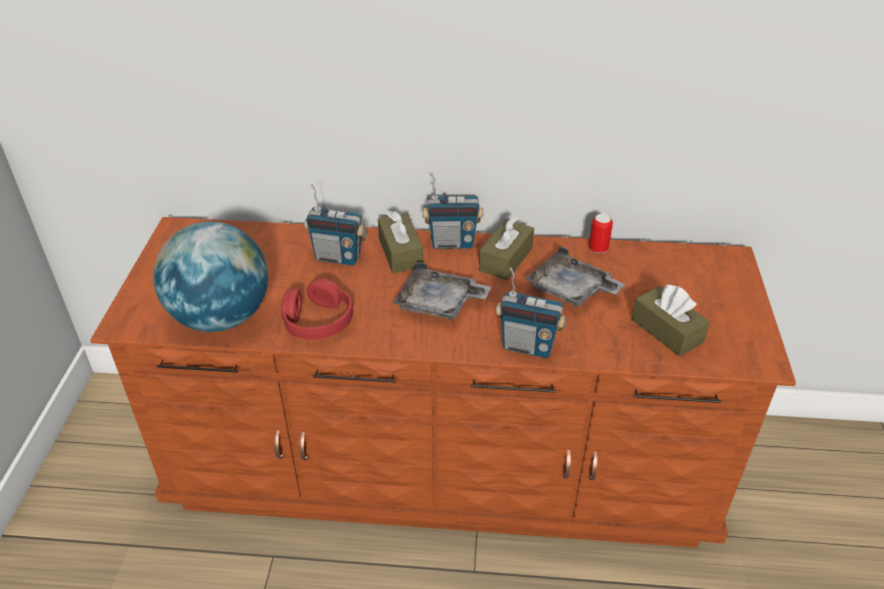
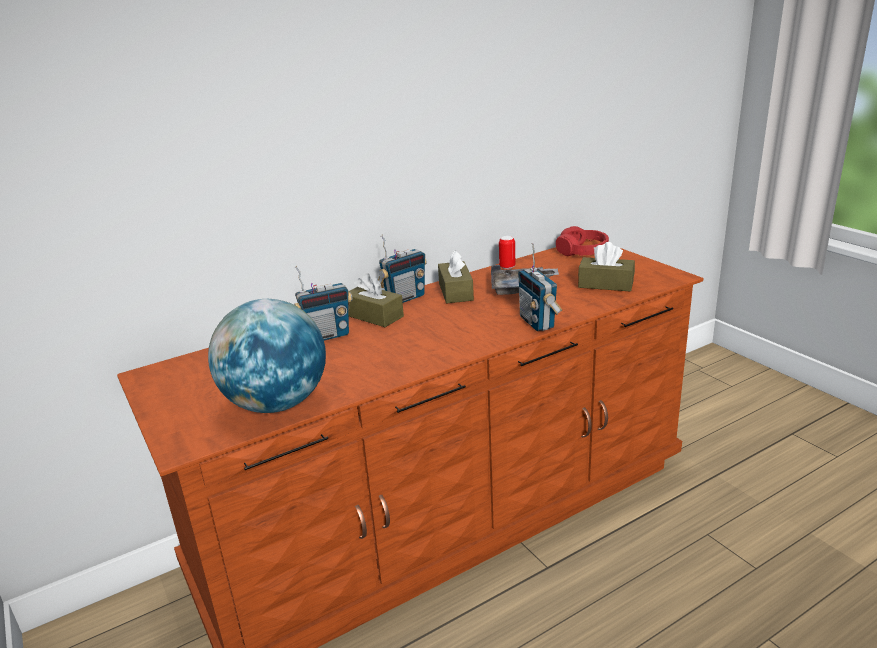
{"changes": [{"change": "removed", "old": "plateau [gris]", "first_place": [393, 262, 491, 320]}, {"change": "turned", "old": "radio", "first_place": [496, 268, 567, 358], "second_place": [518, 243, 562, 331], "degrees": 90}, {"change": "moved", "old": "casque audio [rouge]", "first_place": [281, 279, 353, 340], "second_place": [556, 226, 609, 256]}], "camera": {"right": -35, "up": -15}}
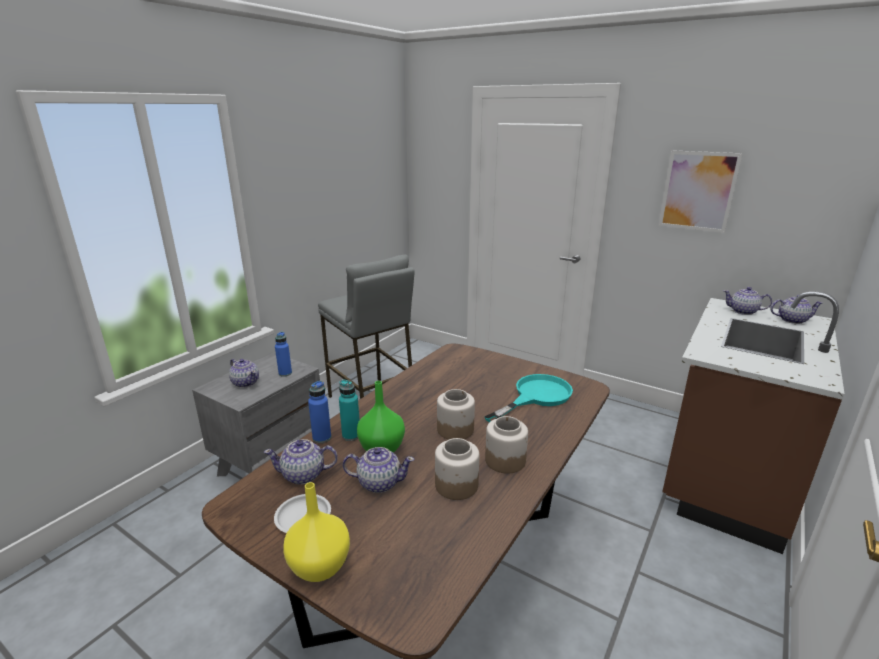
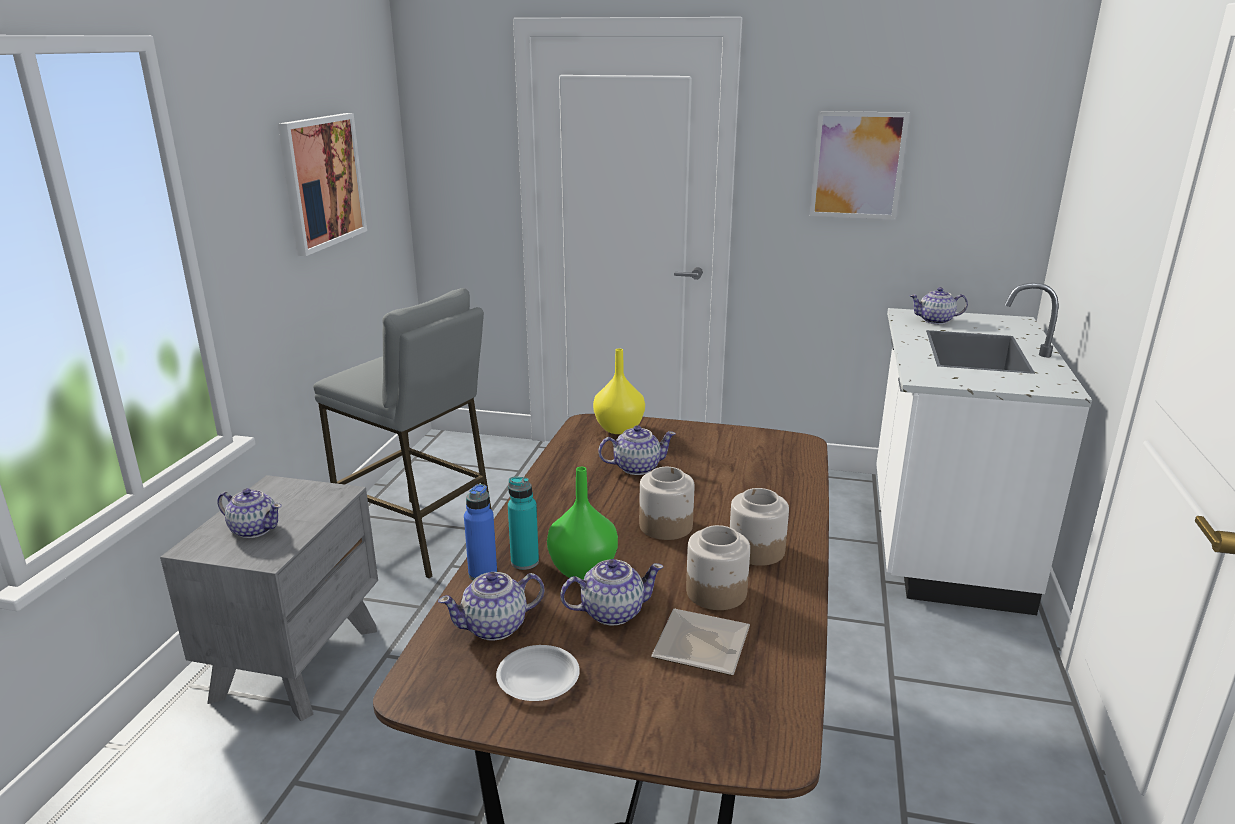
{"changes": [{"change": "recoloured", "old": "comptoir de cuisine [marron]", "new": "comptoir de cuisine [blanc]", "first_place": [662, 292, 845, 554], "second_place": [876, 283, 1092, 615]}, {"change": "moved", "old": "théière", "first_place": [771, 295, 823, 324], "second_place": [598, 425, 676, 475]}, {"change": "removed", "old": "bouteille [bleu]", "first_place": [275, 332, 292, 377]}, {"change": "removed", "old": "poêle [turquoise]", "first_place": [485, 374, 573, 422]}, {"change": "moved", "old": "vase [jaune]", "first_place": [283, 482, 350, 582], "second_place": [593, 348, 645, 434]}, {"change": "added", "new": "tableau", "second_place": [278, 113, 367, 256]}, {"change": "added", "new": "assiette", "second_place": [651, 609, 750, 676]}], "camera": {"right": -20, "up": 0}}
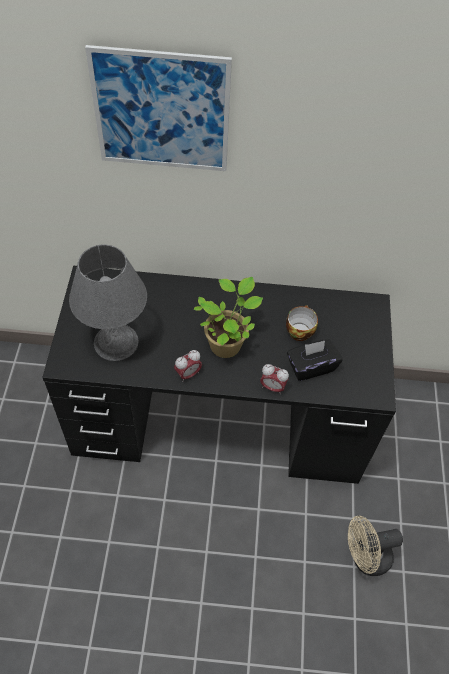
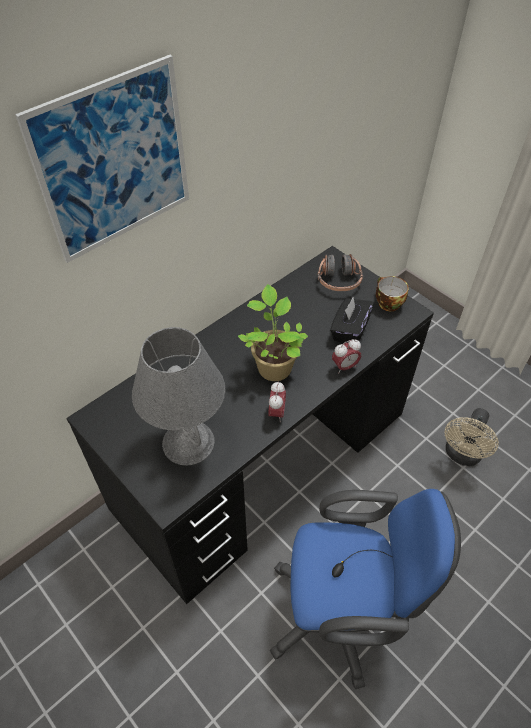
{"changes": [{"change": "moved", "old": "tasse", "first_place": [286, 305, 318, 341], "second_place": [376, 276, 409, 311]}, {"change": "added", "new": "casque audio", "second_place": [317, 254, 363, 291]}, {"change": "added", "new": "chaise de bureau [bleu]", "second_place": [270, 489, 461, 689]}], "camera": {"right": -45, "up": -5}}
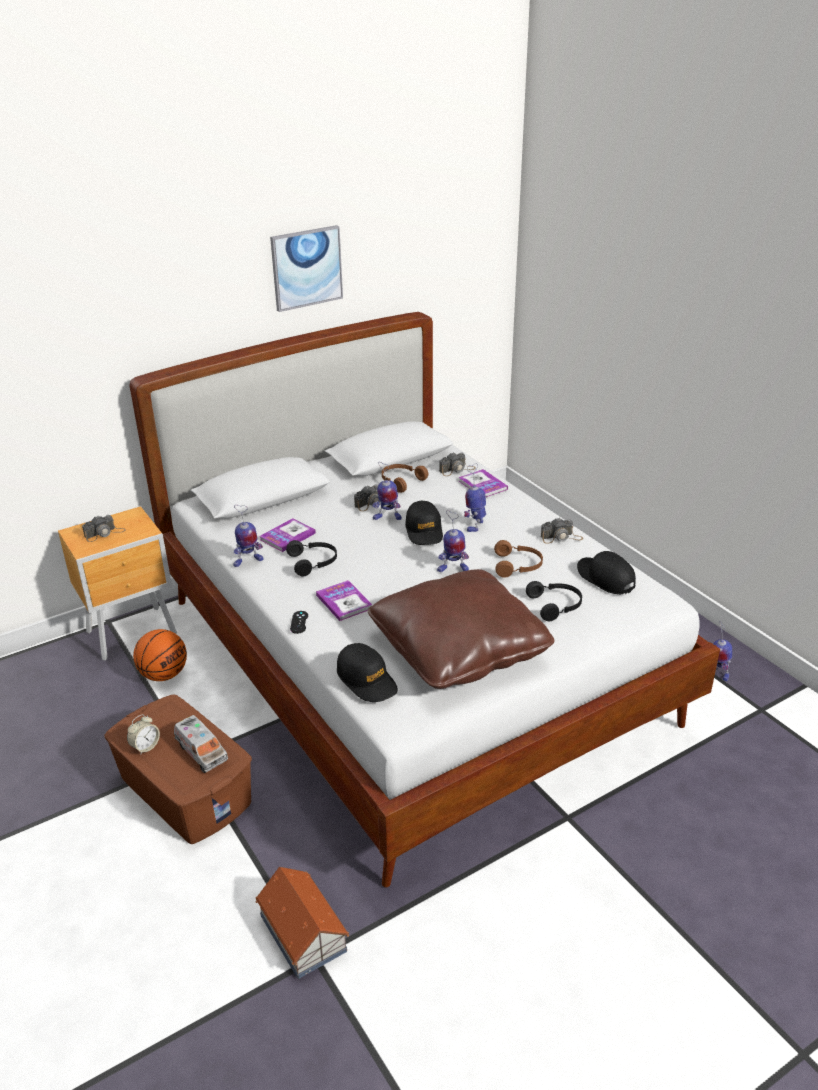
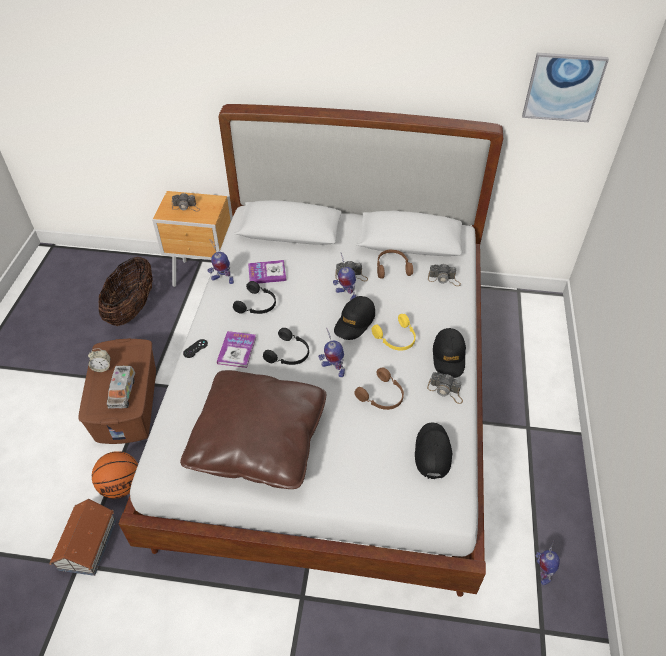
{"changes": [{"change": "moved", "old": "tableau", "first_place": [270, 225, 343, 312], "second_place": [522, 53, 609, 122]}, {"change": "replaced", "old": "robot jouet", "new": "casque audio [jaune]", "first_place": [464, 463, 486, 532], "second_place": [372, 314, 416, 351]}, {"change": "removed", "old": "livre", "first_place": [459, 469, 508, 497]}, {"change": "moved", "old": "casque audio [noir]", "first_place": [526, 581, 582, 621], "second_place": [263, 328, 309, 365]}, {"change": "moved", "old": "ballon de basket", "first_place": [133, 629, 187, 681], "second_place": [92, 451, 138, 499]}, {"change": "moved", "old": "casquette [noir]", "first_place": [337, 643, 398, 702], "second_place": [433, 328, 466, 378]}, {"change": "added", "new": "panier", "second_place": [99, 257, 153, 326]}], "camera": {"right": 40, "up": 15}}
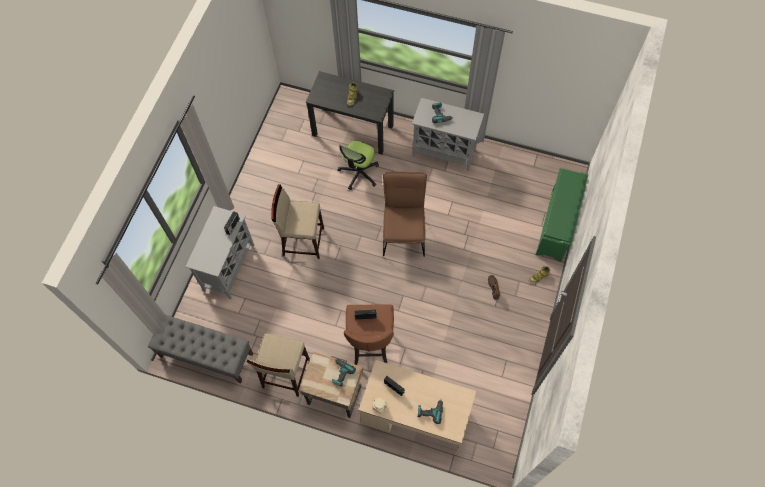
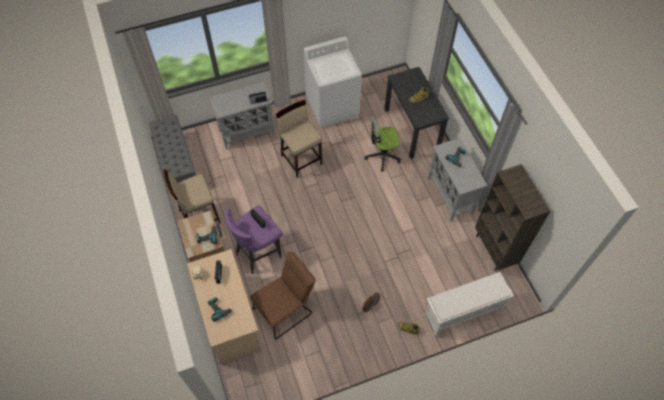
{"changes": [{"change": "recoloured", "old": "étagère à chaussures [vert]", "new": "étagère à chaussures [blanc]", "first_place": [536, 168, 588, 262], "second_place": [425, 272, 514, 337]}, {"change": "moved", "old": "chaise [marron]", "first_place": [383, 172, 427, 257], "second_place": [250, 252, 315, 340]}, {"change": "recoloured", "old": "tabouret [marron]", "new": "tabouret [violet]", "first_place": [344, 304, 394, 365], "second_place": [225, 205, 283, 274]}, {"change": "added", "new": "lave-linge [blanc]", "second_place": [303, 36, 362, 127]}, {"change": "added", "new": "bibliothèque [marron]", "second_place": [475, 164, 551, 271]}], "camera": {"right": 50, "up": -5}}
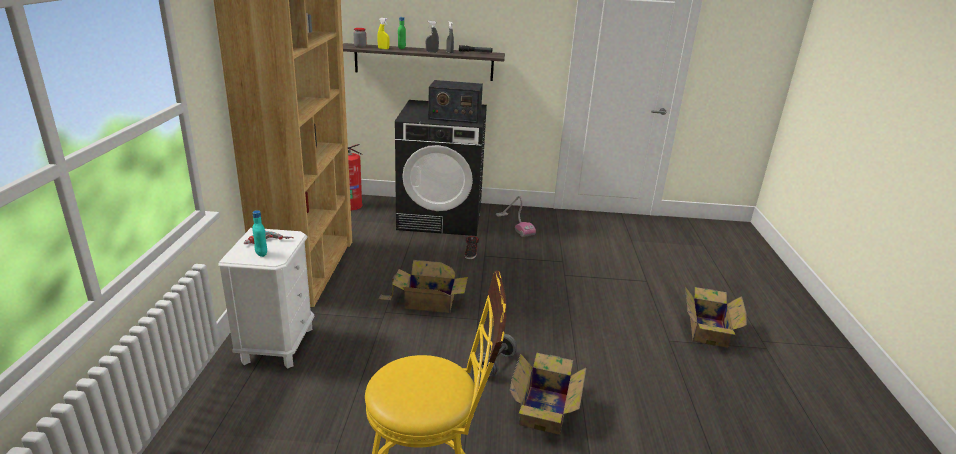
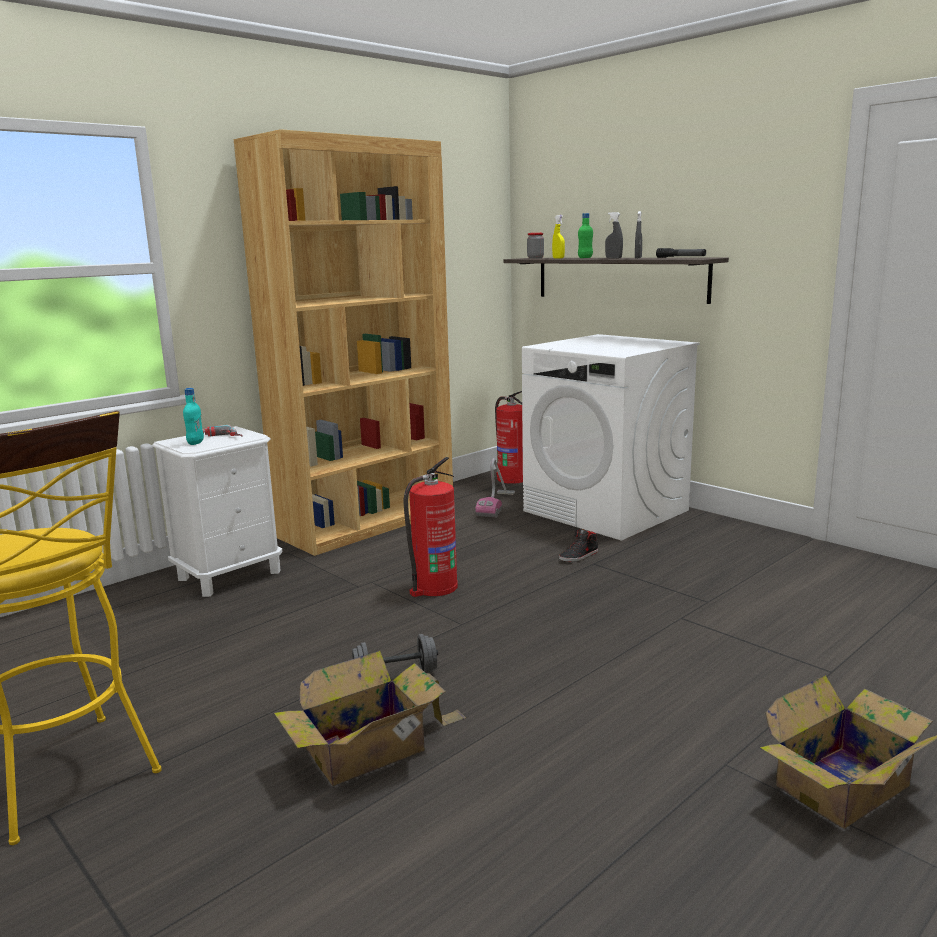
{"changes": [{"change": "removed", "old": "radio", "first_place": [428, 80, 483, 123]}, {"change": "recoloured", "old": "lave-linge [noir]", "new": "lave-linge [blanc]", "first_place": [395, 100, 487, 236], "second_place": [522, 334, 700, 541]}, {"change": "moved", "old": "aspirateur", "first_place": [496, 196, 536, 237], "second_place": [475, 458, 515, 518]}, {"change": "replaced", "old": "carton", "new": "extincteur", "first_place": [379, 260, 468, 313], "second_place": [404, 457, 458, 597]}], "camera": {"right": 45, "up": -10}}
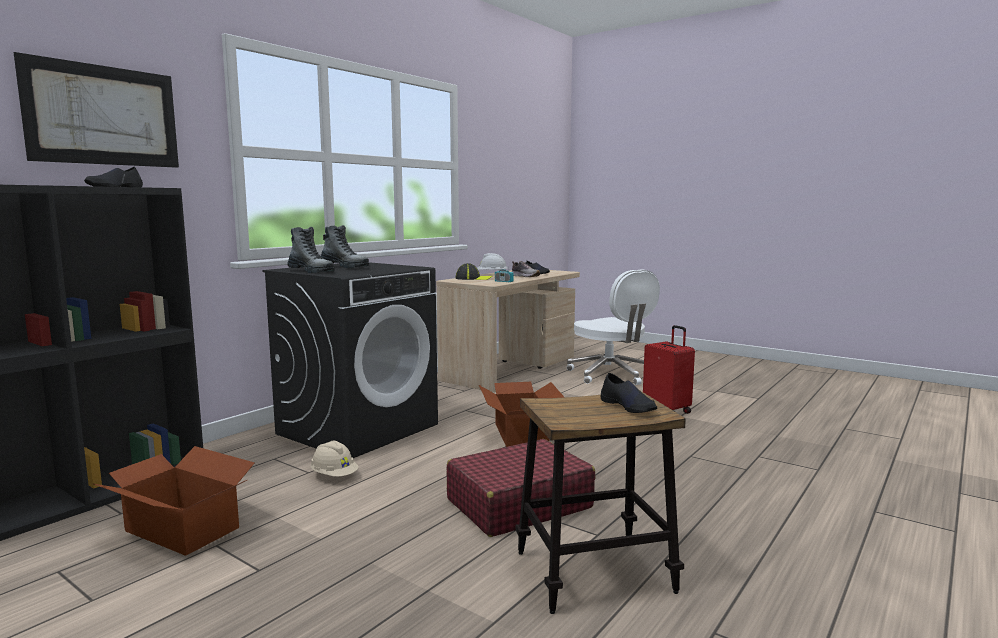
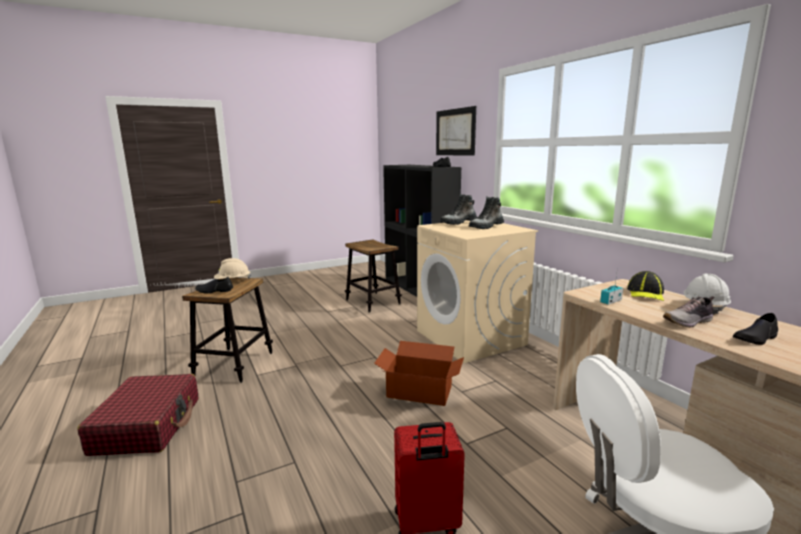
{"changes": [{"change": "recoloured", "old": "lave-linge [noir]", "new": "lave-linge [beige]", "first_place": [262, 262, 438, 458], "second_place": [417, 220, 538, 363]}, {"change": "moved", "old": "valise [rouge]", "first_place": [447, 439, 595, 537], "second_place": [78, 374, 198, 456]}, {"change": "moved", "old": "casque de chantier [beige]", "first_place": [310, 441, 359, 477], "second_place": [214, 258, 251, 279]}, {"change": "replaced", "old": "carton", "new": "tabouret", "first_place": [94, 446, 255, 556], "second_place": [345, 239, 402, 313]}], "camera": {"right": 115, "up": 5}}
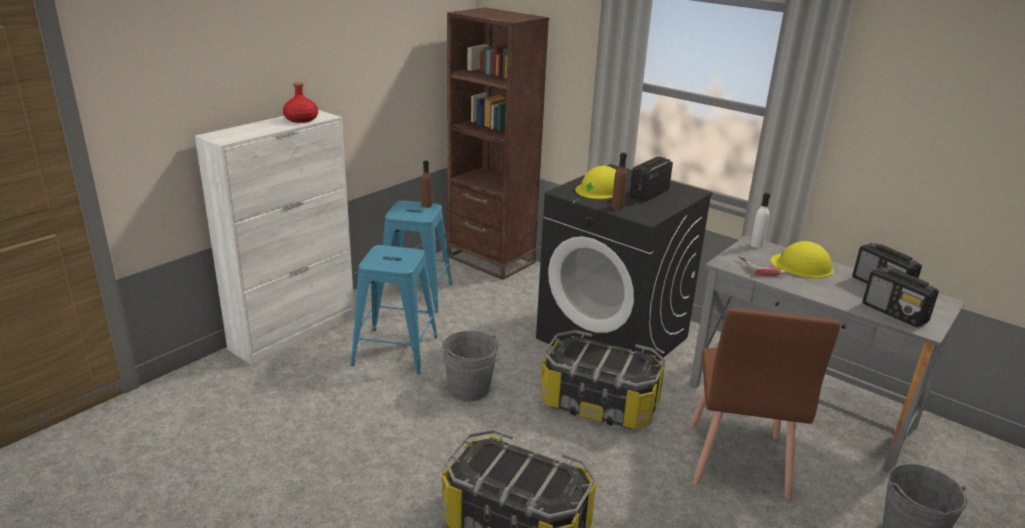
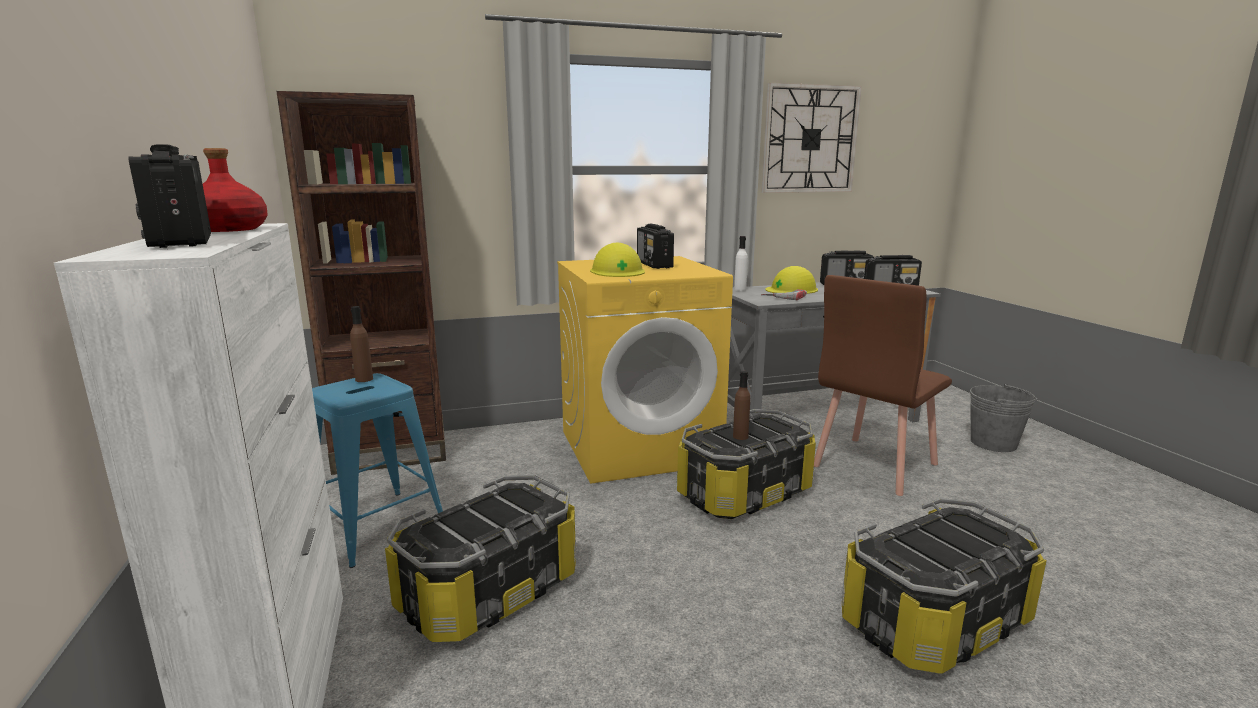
{"changes": [{"change": "moved", "old": "bouteille [marron]", "first_place": [612, 152, 628, 210], "second_place": [733, 371, 750, 440]}, {"change": "recoloured", "old": "lave-linge [noir]", "new": "lave-linge [jaune]", "first_place": [536, 164, 713, 361], "second_place": [557, 256, 733, 484]}, {"change": "replaced", "old": "tabouret [bleu]", "new": "boîte de rangement", "first_place": [351, 245, 438, 374], "second_place": [385, 475, 576, 642]}, {"change": "turned", "old": "chaise [marron]", "first_place": [690, 308, 840, 499], "second_place": [814, 275, 952, 496], "degrees": 90}, {"change": "removed", "old": "seau [gris]", "first_place": [442, 331, 499, 401]}, {"change": "added", "new": "horloge murale", "second_place": [762, 83, 862, 193]}, {"change": "added", "new": "radio", "second_place": [128, 144, 211, 248]}], "camera": {"right": -55, "up": -10}}
